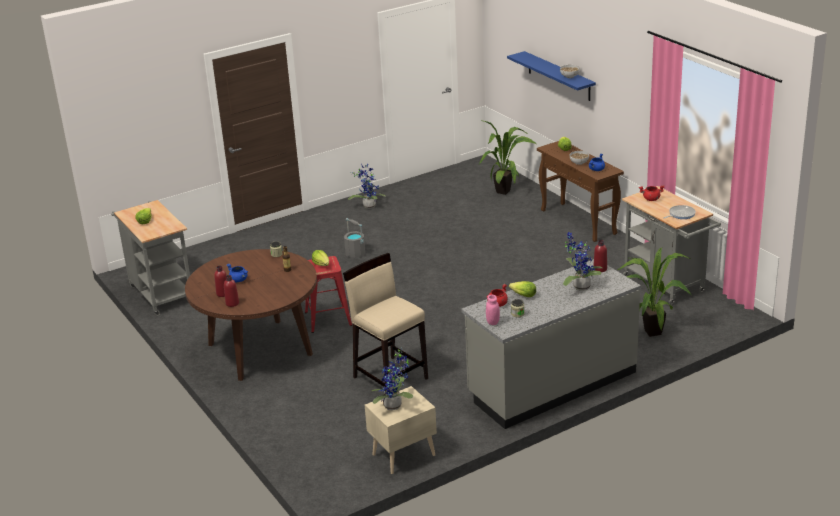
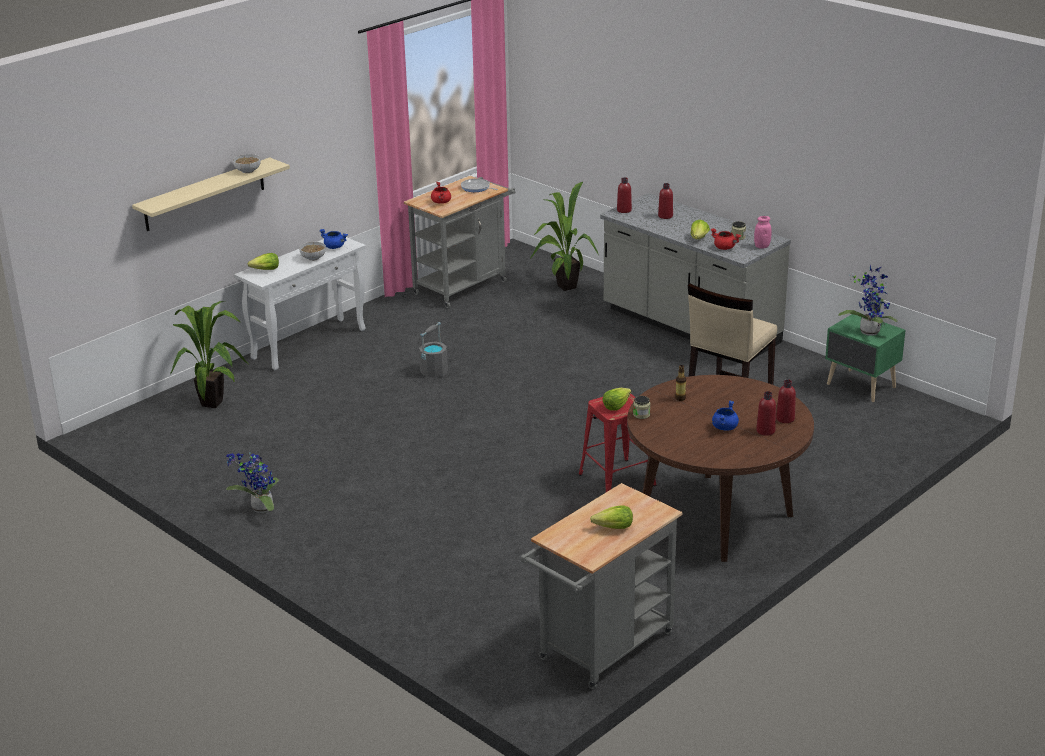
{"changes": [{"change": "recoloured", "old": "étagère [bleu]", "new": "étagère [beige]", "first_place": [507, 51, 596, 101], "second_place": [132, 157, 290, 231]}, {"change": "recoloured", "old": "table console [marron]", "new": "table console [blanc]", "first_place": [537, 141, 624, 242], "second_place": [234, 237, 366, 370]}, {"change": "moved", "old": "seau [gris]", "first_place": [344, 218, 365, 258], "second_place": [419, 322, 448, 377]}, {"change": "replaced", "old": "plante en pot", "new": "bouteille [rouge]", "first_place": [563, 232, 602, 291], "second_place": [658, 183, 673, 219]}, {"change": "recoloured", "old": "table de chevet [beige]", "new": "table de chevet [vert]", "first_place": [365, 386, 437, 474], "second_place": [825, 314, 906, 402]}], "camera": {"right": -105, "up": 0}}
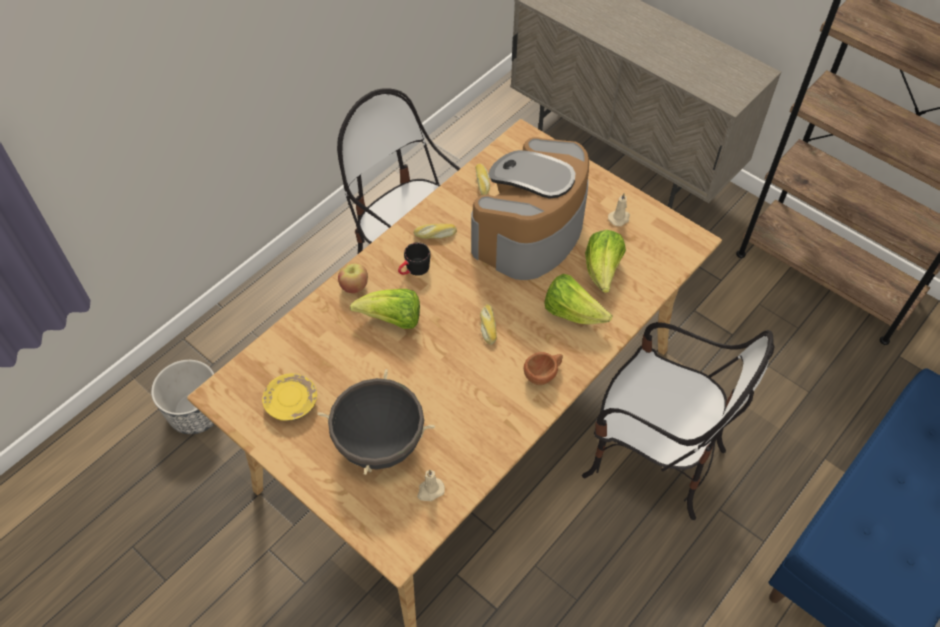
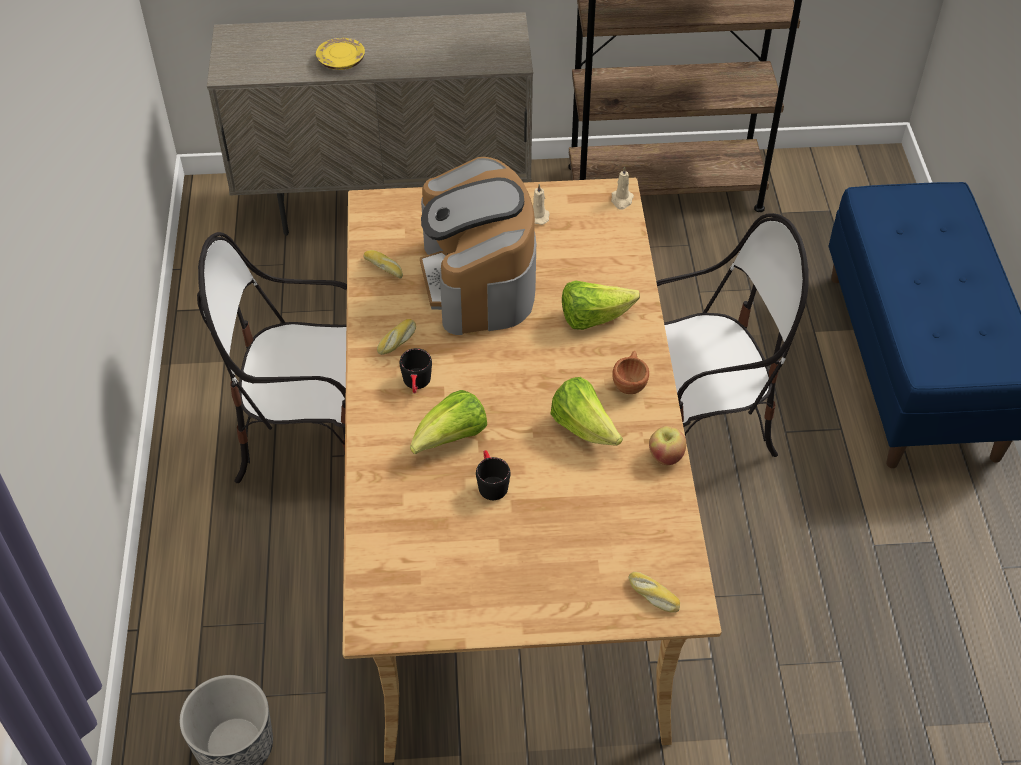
{"changes": [{"change": "moved", "old": "laitue", "first_place": [585, 230, 626, 293], "second_place": [550, 377, 623, 445]}, {"change": "moved", "old": "pomme", "first_place": [338, 264, 368, 294], "second_place": [649, 426, 686, 465]}, {"change": "moved", "old": "pain", "first_place": [480, 304, 497, 345], "second_place": [628, 572, 680, 613]}, {"change": "removed", "old": "marmite [noir]", "first_place": [318, 369, 435, 475]}, {"change": "moved", "old": "assiette [jaune]", "first_place": [262, 373, 317, 421], "second_place": [316, 38, 365, 70]}, {"change": "moved", "old": "bougie [beige]", "first_place": [417, 470, 445, 501], "second_place": [611, 166, 634, 210]}, {"change": "added", "new": "mug [noir]", "second_place": [476, 450, 510, 500]}], "camera": {"right": -45, "up": -5}}
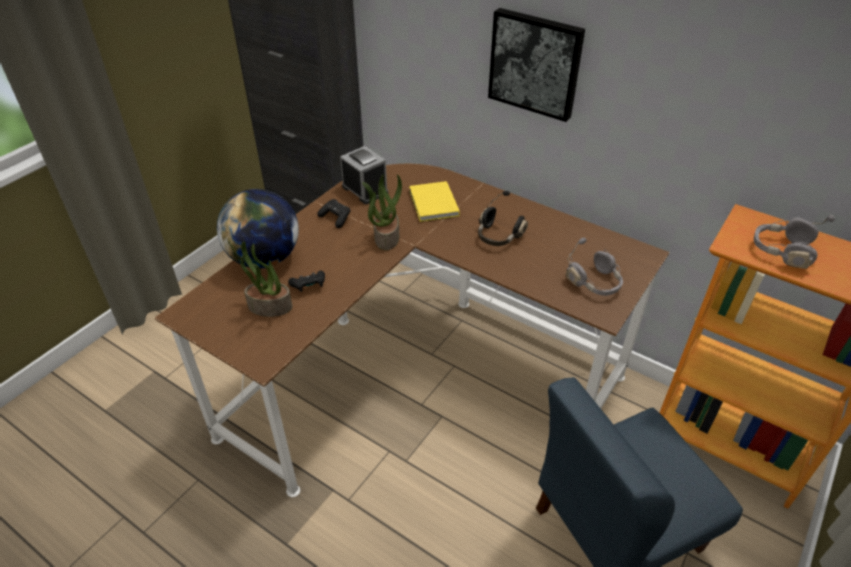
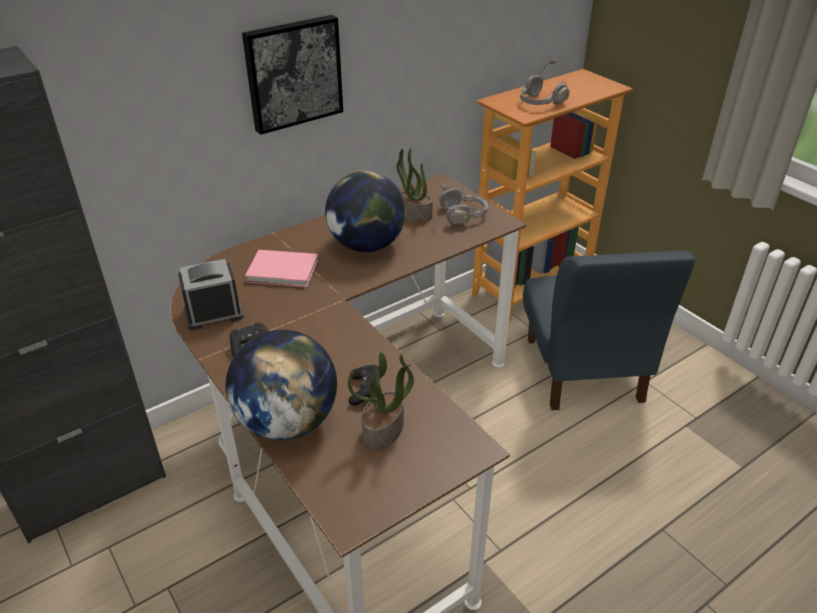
{"changes": [{"change": "moved", "old": "plante en pot", "first_place": [362, 174, 402, 250], "second_place": [396, 148, 433, 222]}, {"change": "recoloured", "old": "livre [jaune]", "new": "livre [rose]", "first_place": [409, 181, 460, 222], "second_place": [245, 250, 318, 287]}, {"change": "replaced", "old": "casque audio [noir]", "new": "globe", "first_place": [478, 191, 528, 246], "second_place": [325, 171, 406, 252]}], "camera": {"right": -70, "up": -5}}
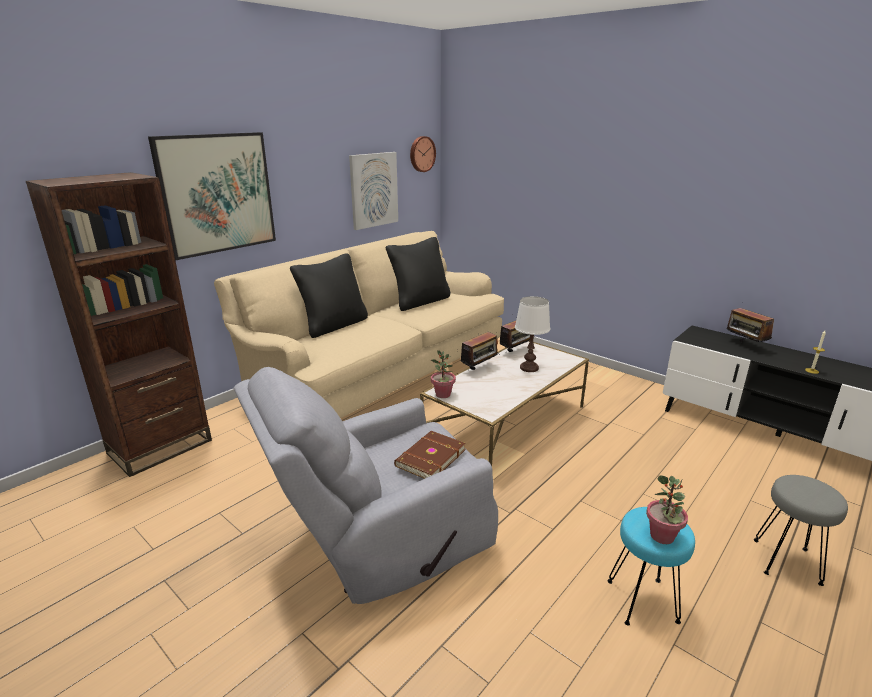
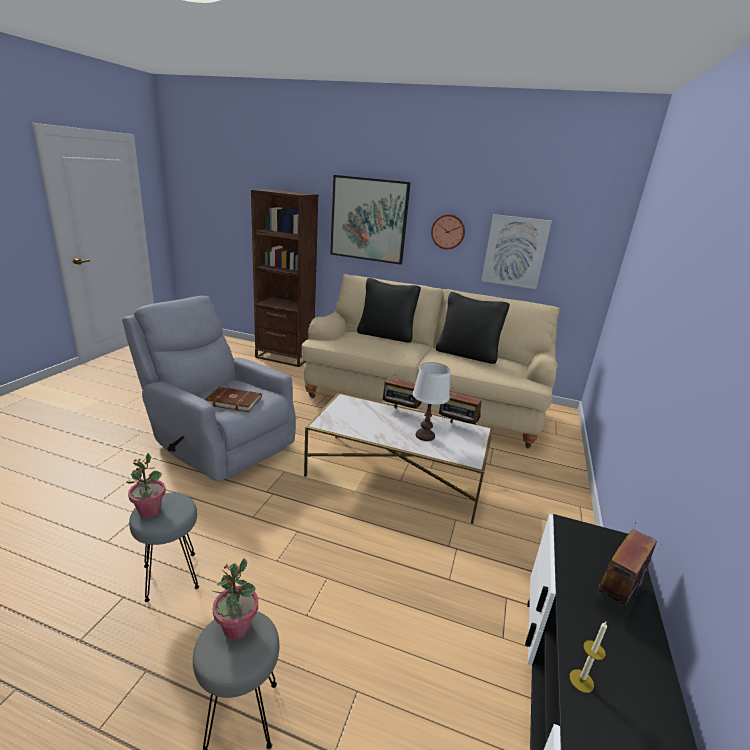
{"changes": [{"change": "moved", "old": "horloge murale", "first_place": [410, 136, 436, 172], "second_place": [431, 214, 465, 249]}, {"change": "moved", "old": "plante en pot", "first_place": [431, 350, 456, 398], "second_place": [213, 558, 258, 640]}, {"change": "recoloured", "old": "tabouret [turquoise]", "new": "tabouret [gris]", "first_place": [607, 507, 695, 626], "second_place": [129, 493, 199, 602]}], "camera": {"right": 65, "up": 0}}
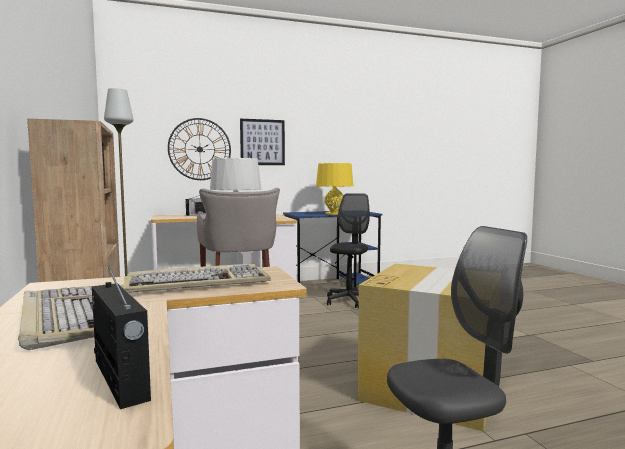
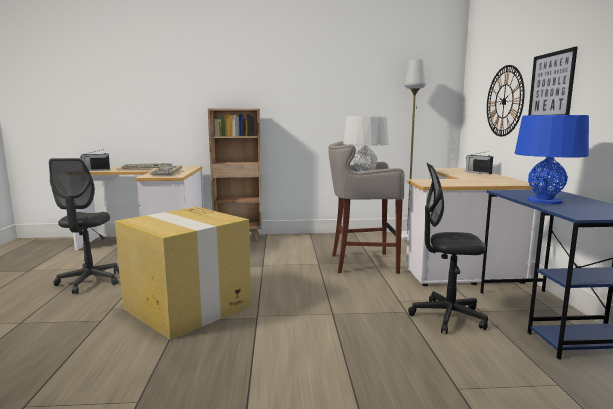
{"changes": [{"change": "recoloured", "old": "lampe de table [jaune]", "new": "lampe de table [bleu]", "first_place": [316, 163, 353, 215], "second_place": [514, 115, 589, 205]}, {"change": "turned", "old": "chaise de bureau [noir]", "first_place": [327, 193, 370, 308], "second_place": [408, 163, 488, 334], "degrees": 150}], "camera": {"right": 105, "up": 5}}
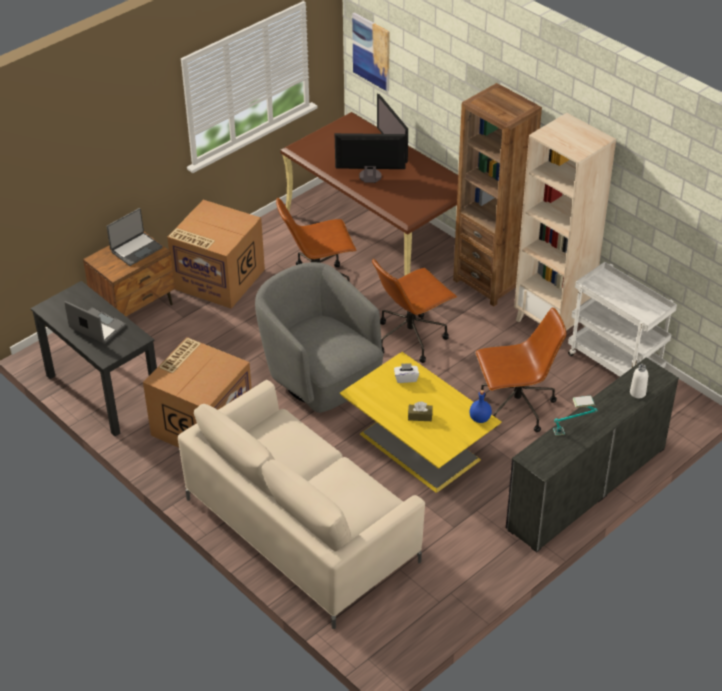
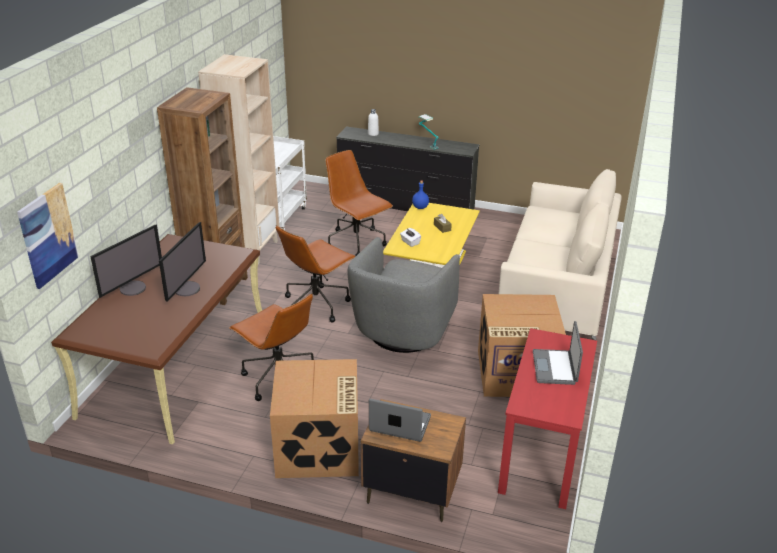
{"changes": [{"change": "turned", "old": "écran d'ordinateur", "first_place": [335, 133, 406, 183], "second_place": [159, 222, 206, 302], "degrees": -135}, {"change": "turned", "old": "chaise de bureau [marron]", "first_place": [372, 259, 457, 363], "second_place": [276, 225, 355, 323], "degrees": 105}, {"change": "recoloured", "old": "bureau [noir]", "new": "bureau [rouge]", "first_place": [31, 281, 157, 436], "second_place": [498, 328, 597, 509]}], "camera": {"right": -120, "up": -10}}
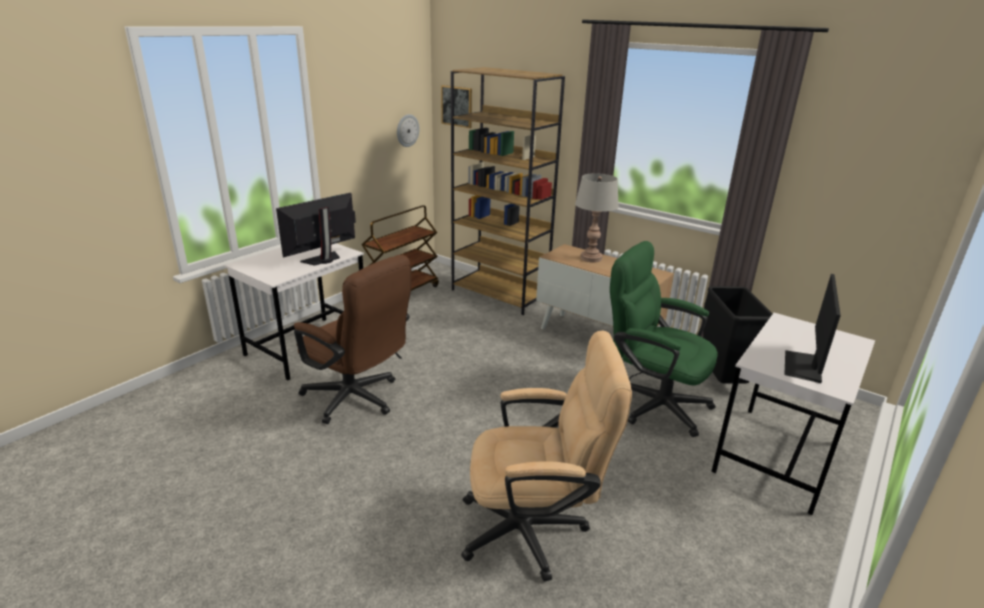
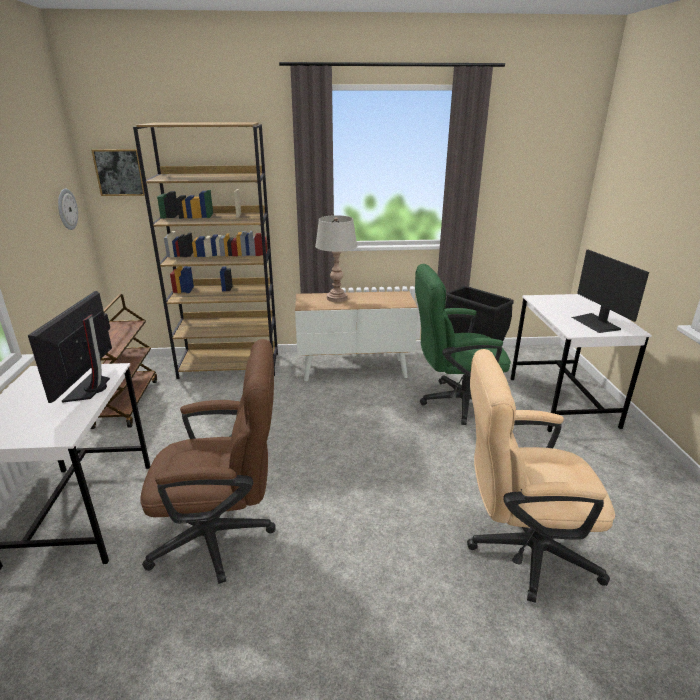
{"changes": [{"change": "turned", "old": "chaise de bureau [beige]", "first_place": [461, 330, 632, 582], "second_place": [467, 349, 615, 603], "degrees": -135}], "camera": {"right": -40, "up": 0}}
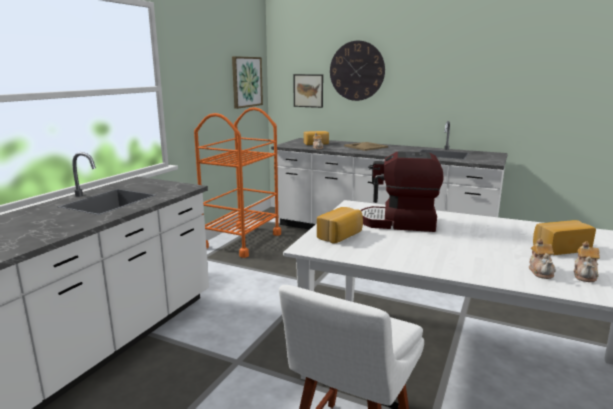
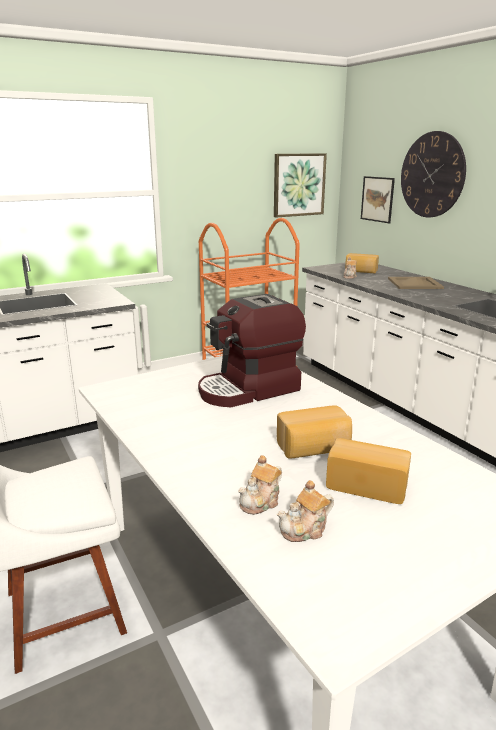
{"changes": [{"change": "turned", "old": "machine à café", "first_place": [360, 151, 443, 232], "second_place": [198, 294, 306, 407], "degrees": -75}, {"change": "moved", "old": "pain", "first_place": [317, 207, 363, 244], "second_place": [277, 405, 352, 459]}], "camera": {"right": 35, "up": 5}}
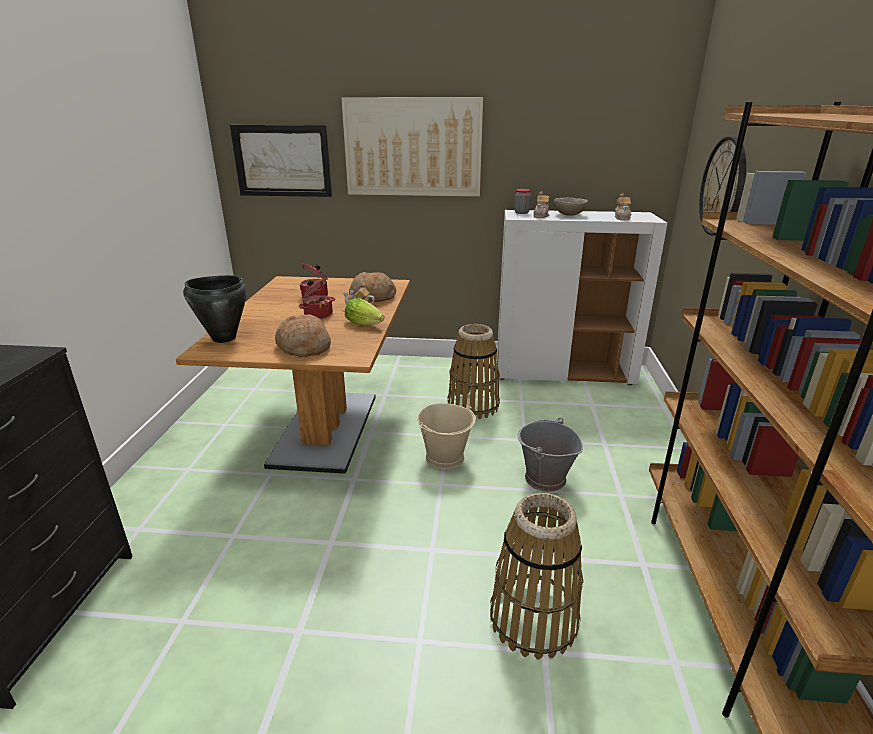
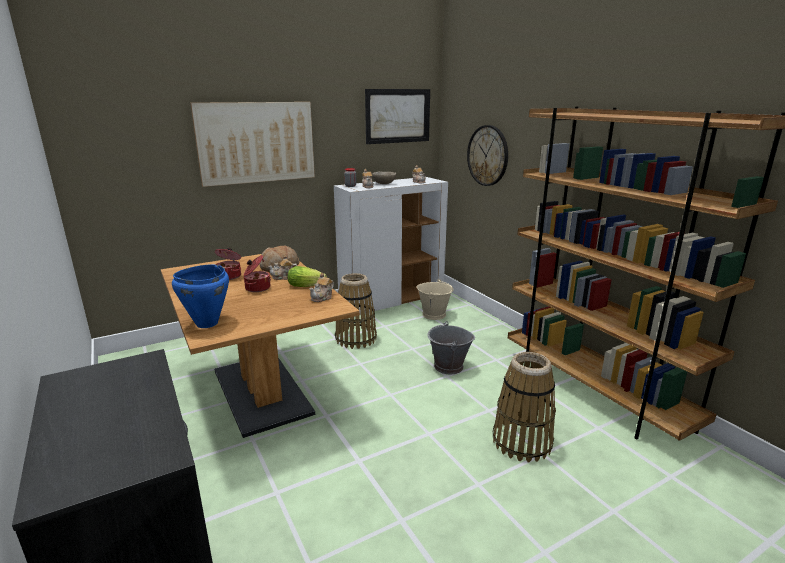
{"changes": [{"change": "moved", "old": "tableau", "first_place": [230, 125, 332, 197], "second_place": [365, 89, 430, 144]}, {"change": "recoloured", "old": "marmite [noir]", "new": "marmite [bleu]", "first_place": [183, 275, 247, 343], "second_place": [172, 265, 229, 328]}, {"change": "removed", "old": "pain", "first_place": [275, 314, 331, 357]}, {"change": "moved", "old": "seau [beige]", "first_place": [417, 403, 476, 470], "second_place": [416, 279, 454, 320]}, {"change": "added", "new": "théière", "second_place": [309, 273, 334, 302]}], "camera": {"right": -35, "up": -5}}
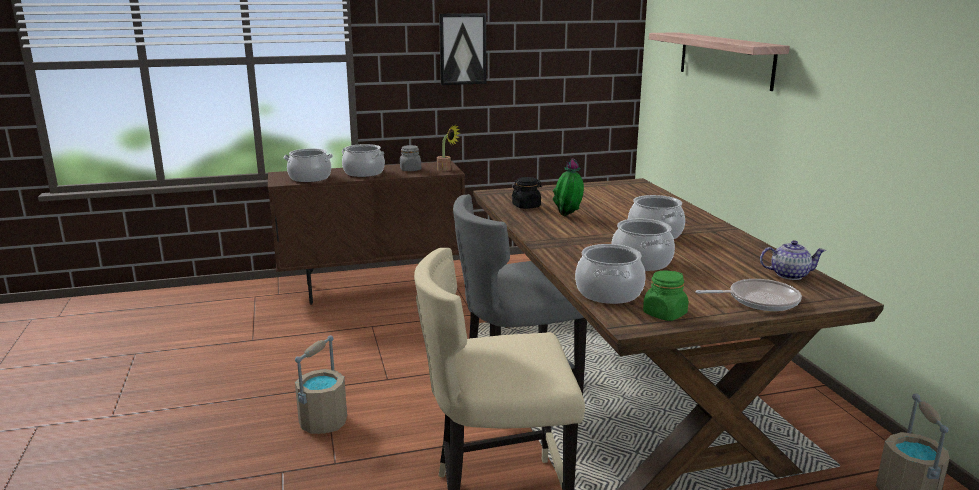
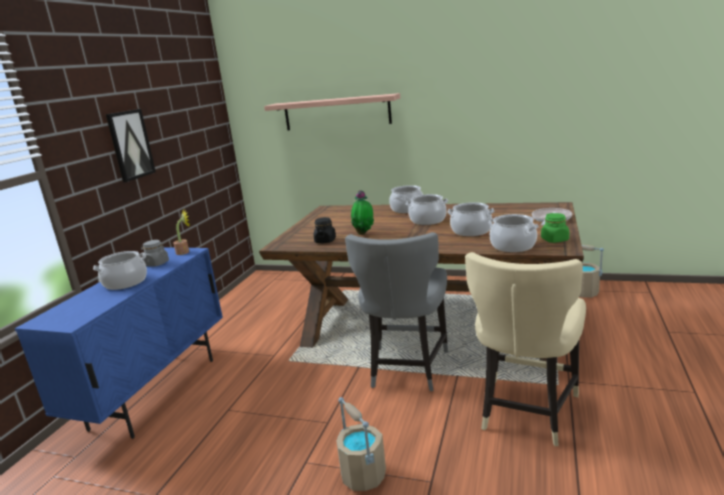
{"changes": [{"change": "moved", "old": "marmite", "first_place": [284, 148, 333, 182], "second_place": [389, 185, 423, 213]}, {"change": "recoloured", "old": "meuble de rangement [marron]", "new": "meuble de rangement [bleu]", "first_place": [268, 161, 465, 305], "second_place": [15, 247, 223, 439]}, {"change": "removed", "old": "théière", "first_place": [760, 240, 826, 280]}], "camera": {"right": -55, "up": 0}}
